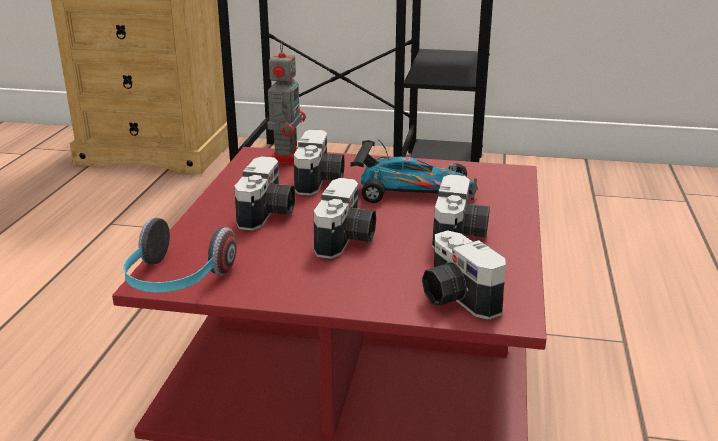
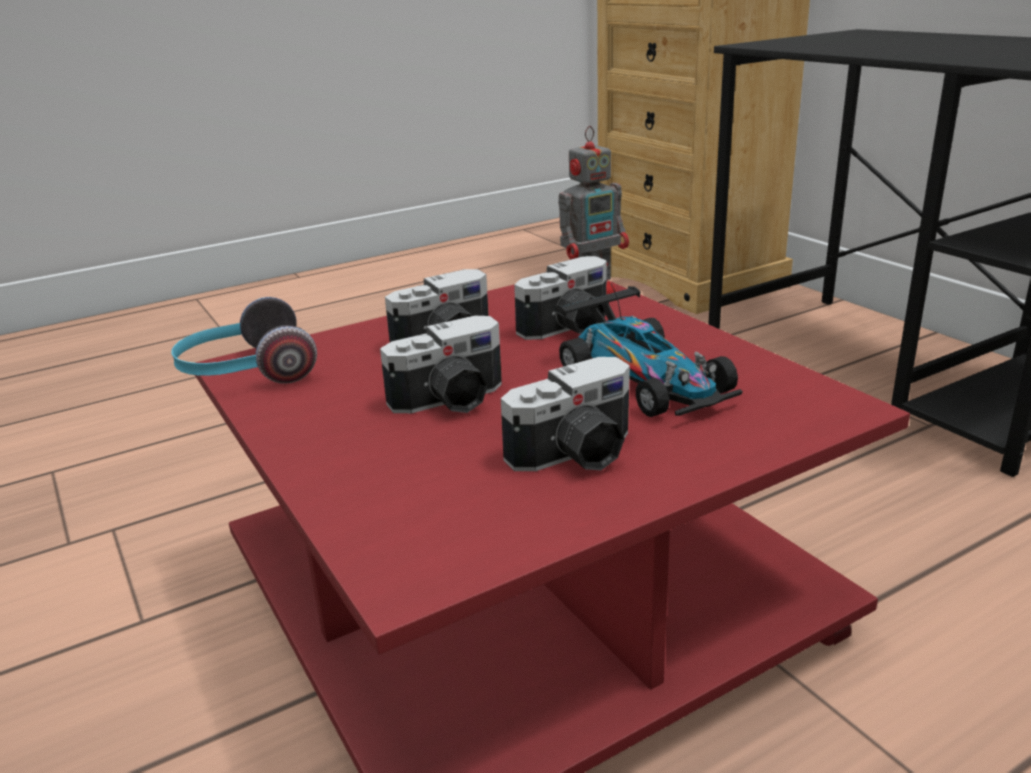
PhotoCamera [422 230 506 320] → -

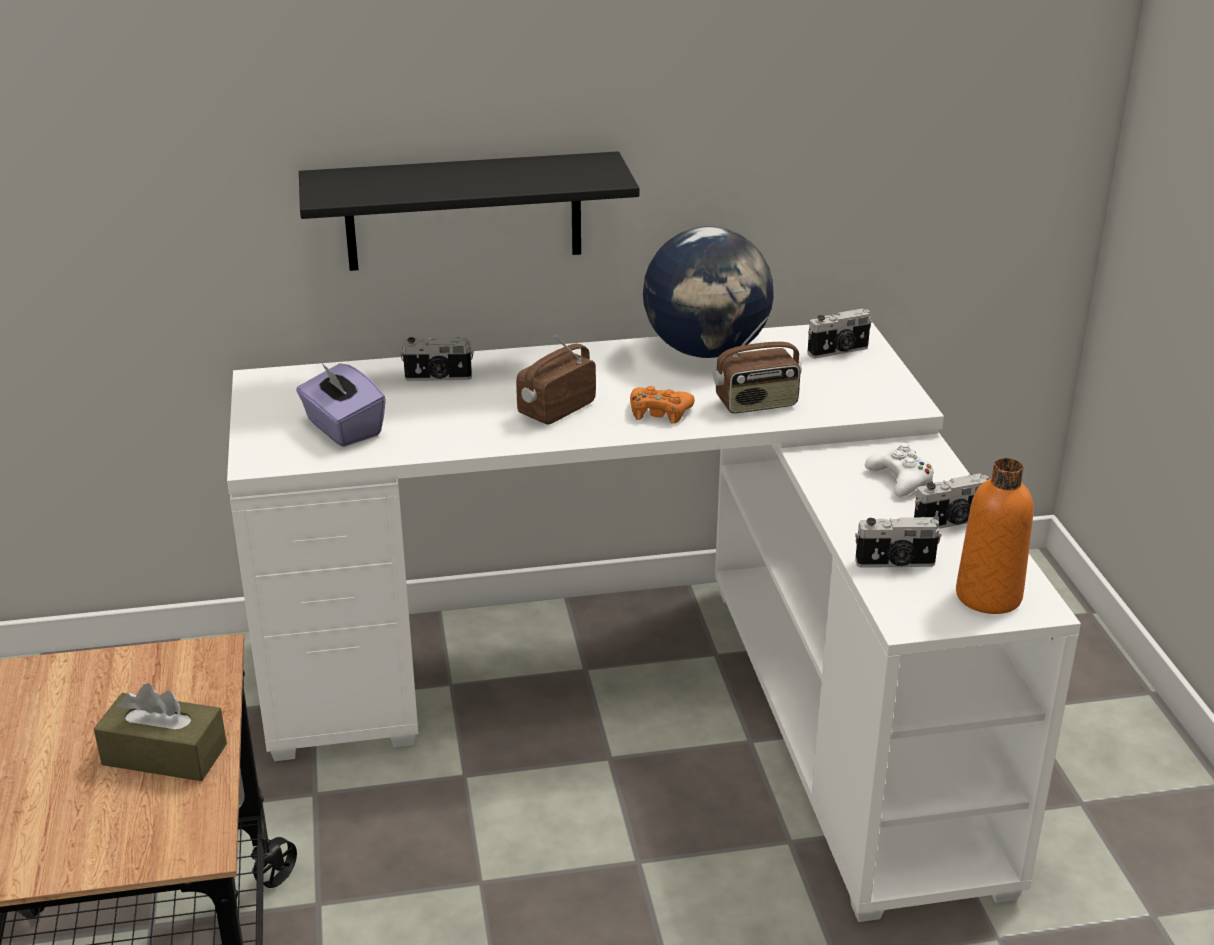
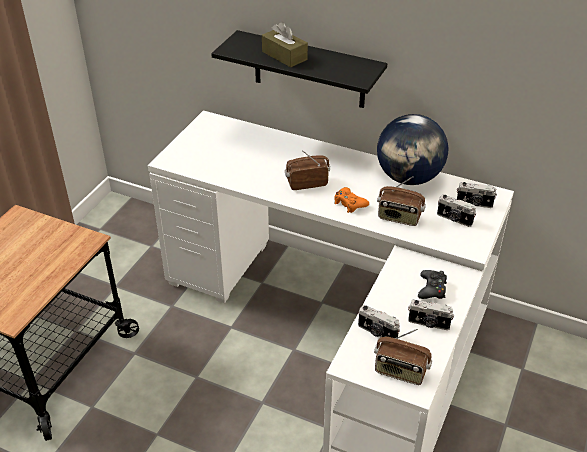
BrownishTissueHolder [94 683 227 781] → BrownishTissueHolder [262 22 308 67], relocated
PurplishTissueHolder [296 362 386 447] → -
PhotoCamera [401 337 474 381] → PhotoCamera [437 195 476 227], relocated
WhitishGameController [865 443 934 497] → BlackColouredGameController [418 270 447 299]
OrangeDrinkBottle [956 458 1034 614] → RadioReceiver [374 329 432 385]

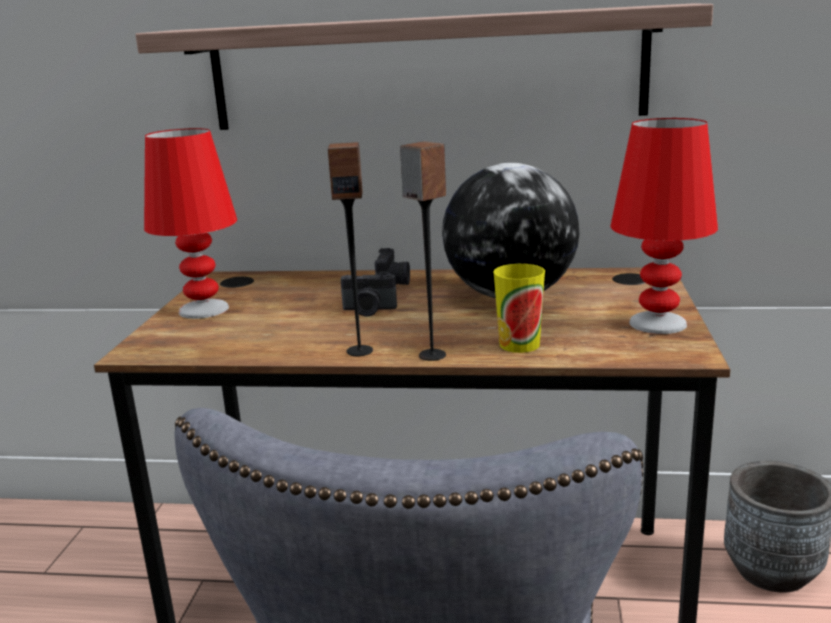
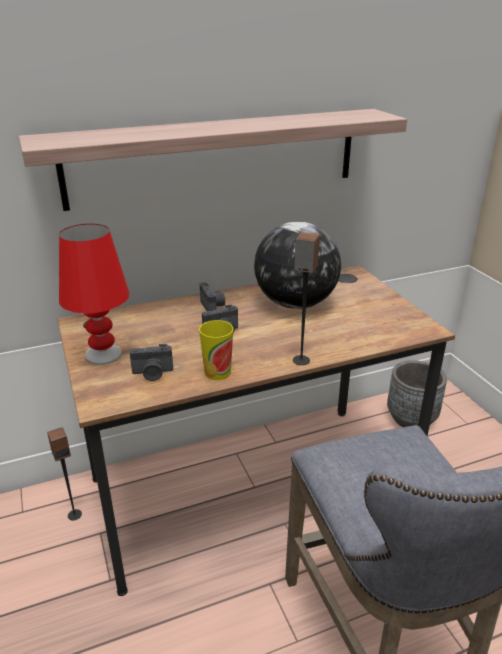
Loudspeaker [328 142 373 356] → Loudspeaker [47 427 82 520], relocated
Cup [493 264 545 353] → Cup [199 320 233 380], relocated
ReddishLampForATable [610 118 718 334] → -
- → PhotoCamera [130 344 173 381]

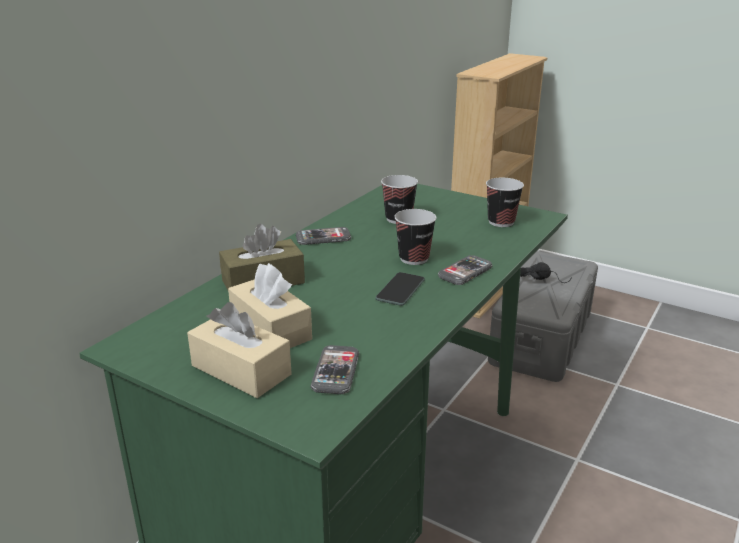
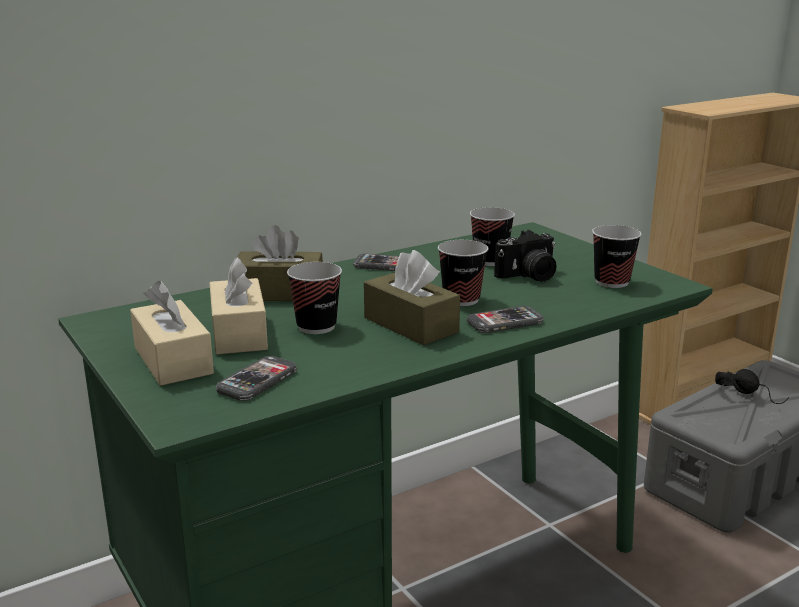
Phone [375 272 425 306] → BrownishTissueHolder [364 250 460 346]
- → Cup [287 262 342 334]
- → PhotoCamera [494 230 557 282]

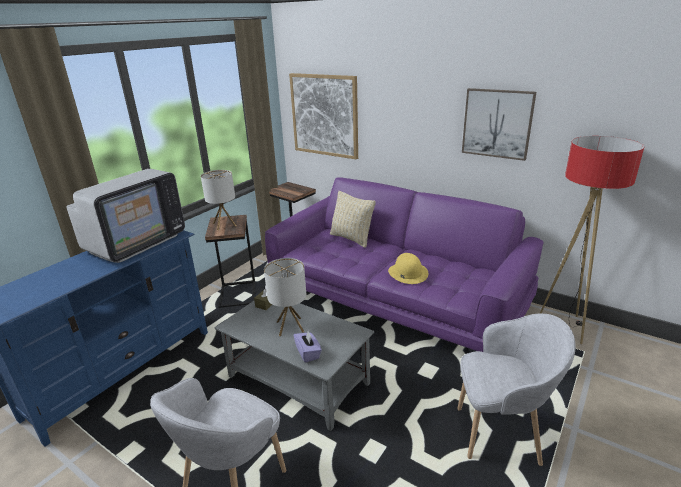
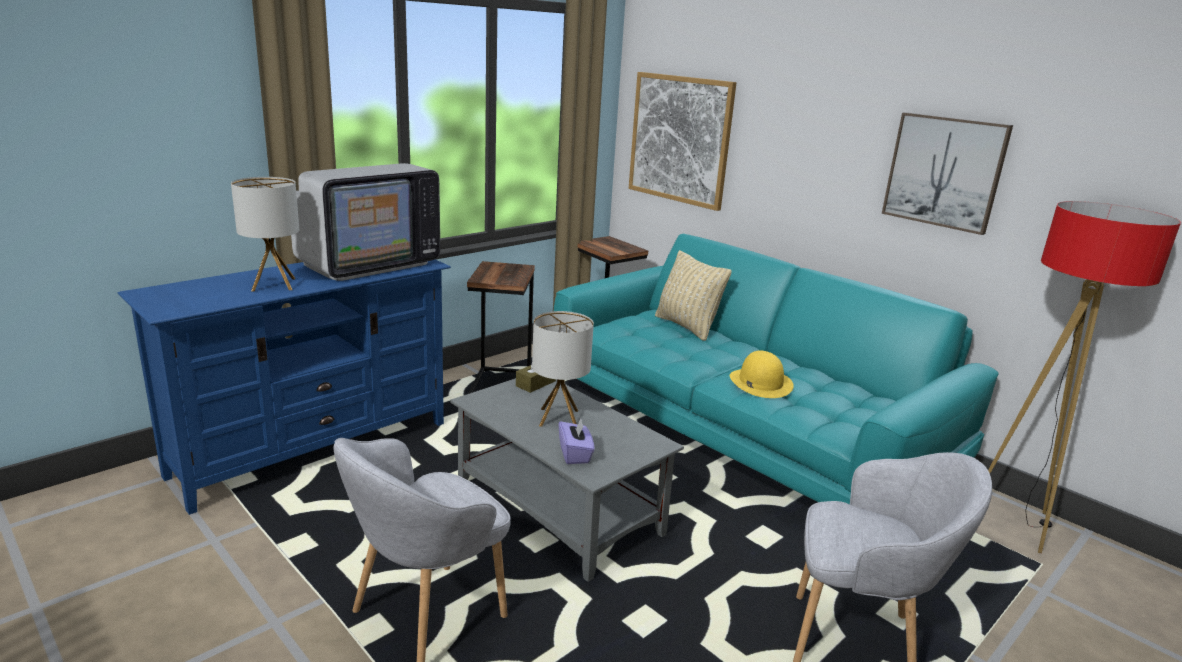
LampForATable [201 170 236 230] → LampForATable [231 177 299 291], relocated
PurplishSofa [265 177 543 352] → TurquoiseSofa [554 234 999 504]

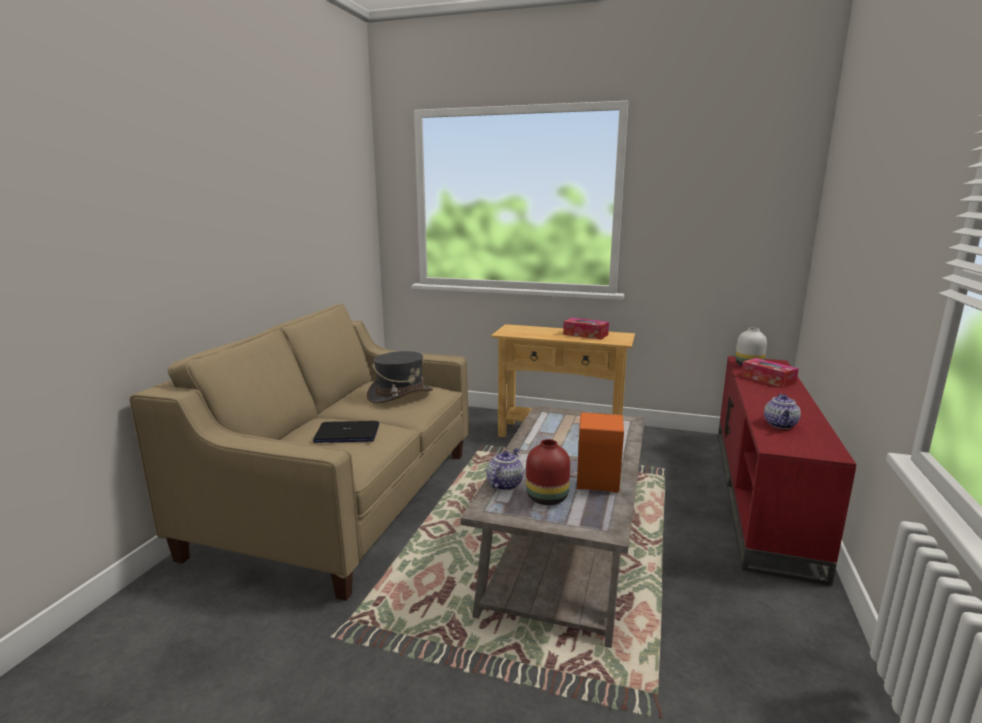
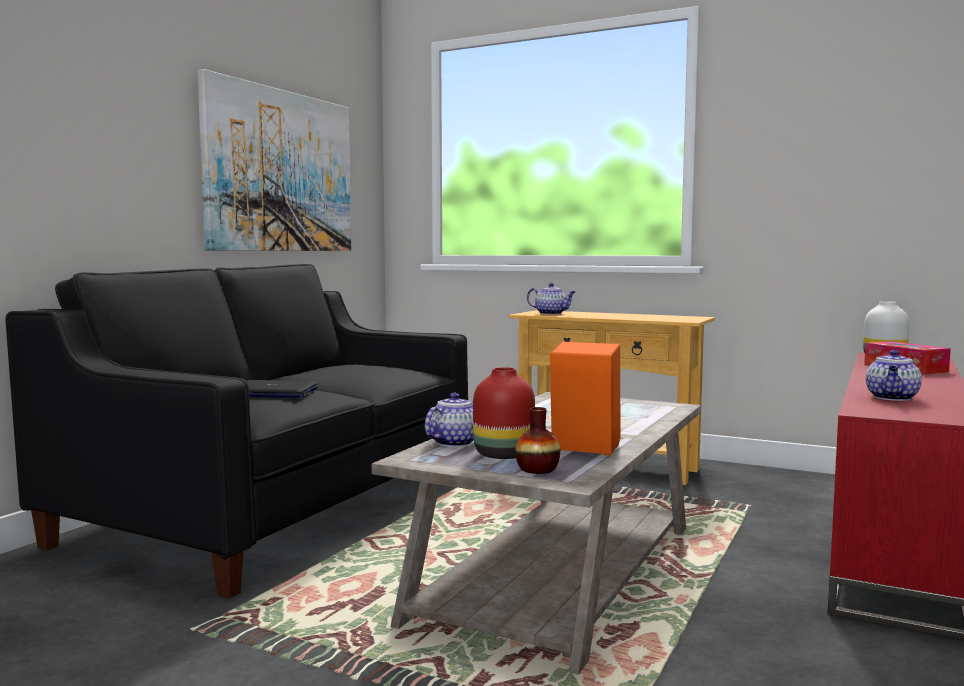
BeigeColouredSofa [129 304 469 601] → BlackColouredSofa [6 264 468 599]
GrayWearableHat [367 351 433 404] → -
TissueHolder [563 318 609 340] → -
- → Picture [198 69 351 251]
- → DecorativeVase [515 407 560 474]
- → TeaPot [527 283 576 315]

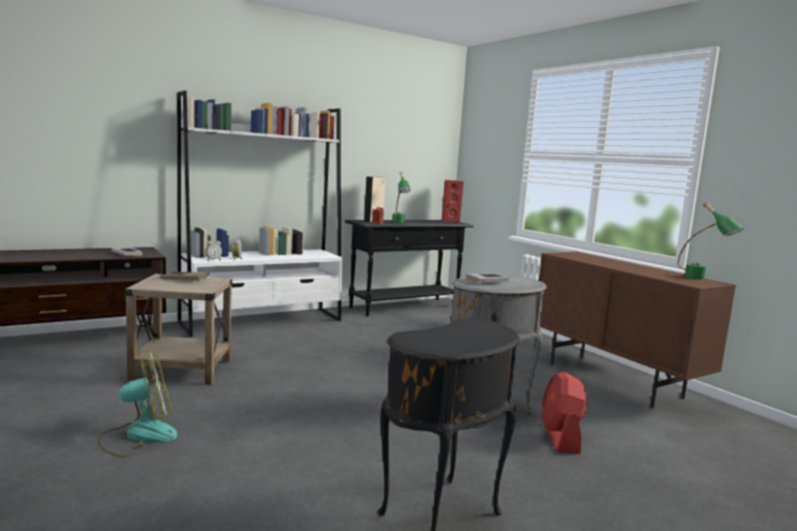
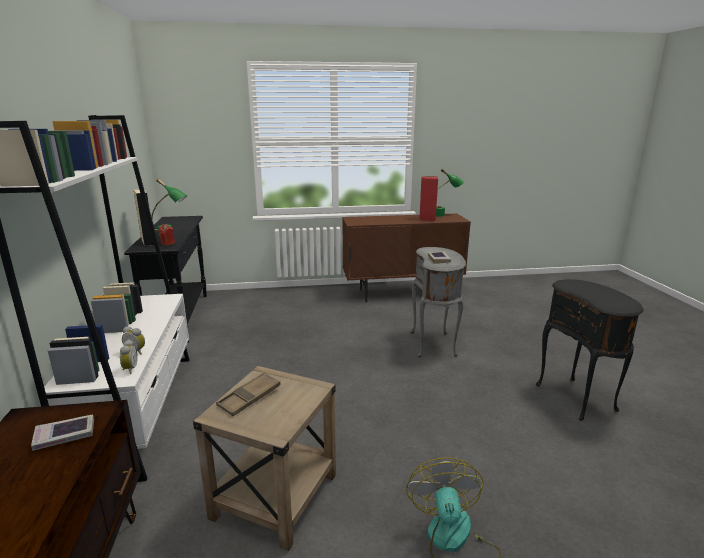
ReddishLoudspeaker [442 180 463 223] → ReddishLoudspeaker [419 176 438 221], relocated
ReddishElectricFan [542 372 587 454] → -

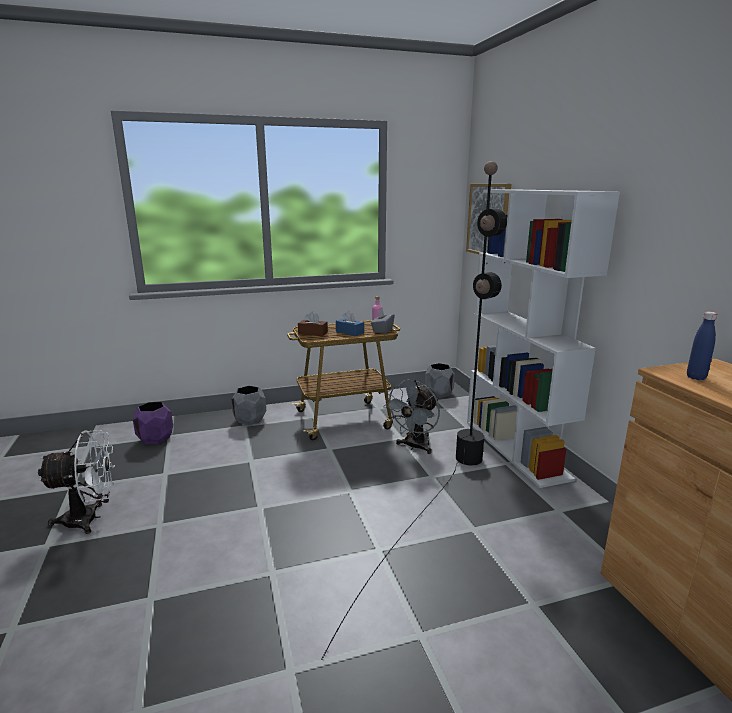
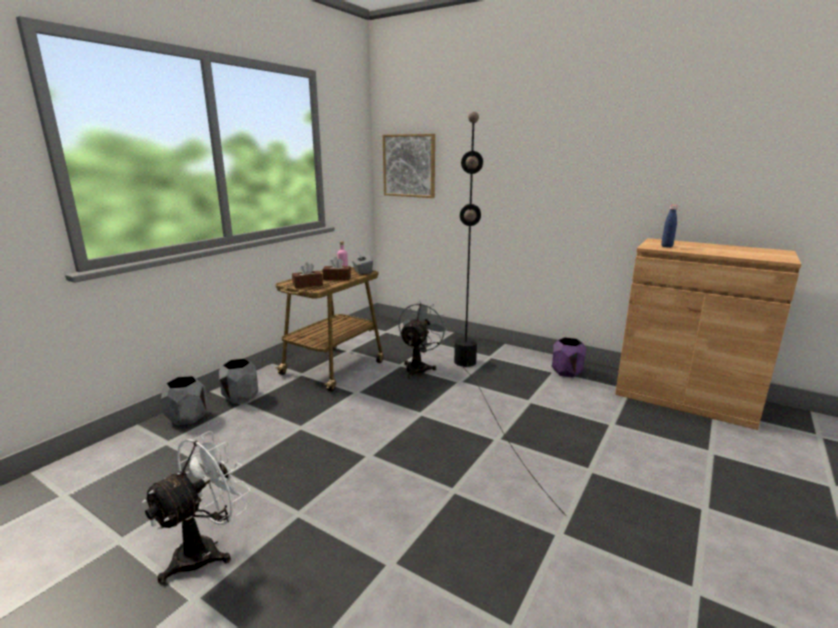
PurplishPlanter [133 402 173 444] → PurplishPlanter [552 337 586 378], relocated
BlueTissueHolder [336 311 364 336] → BrownishTissueHolder [322 257 351 280]
GrayElectricFan [383 380 440 454] → GrayElectricFan [398 301 448 379], 150 degrees counterclockwise
GrayPlanter [425 363 455 398] → GrayPlanter [161 376 208 425], relocated
WhitishBookshelf [467 190 620 488] → -

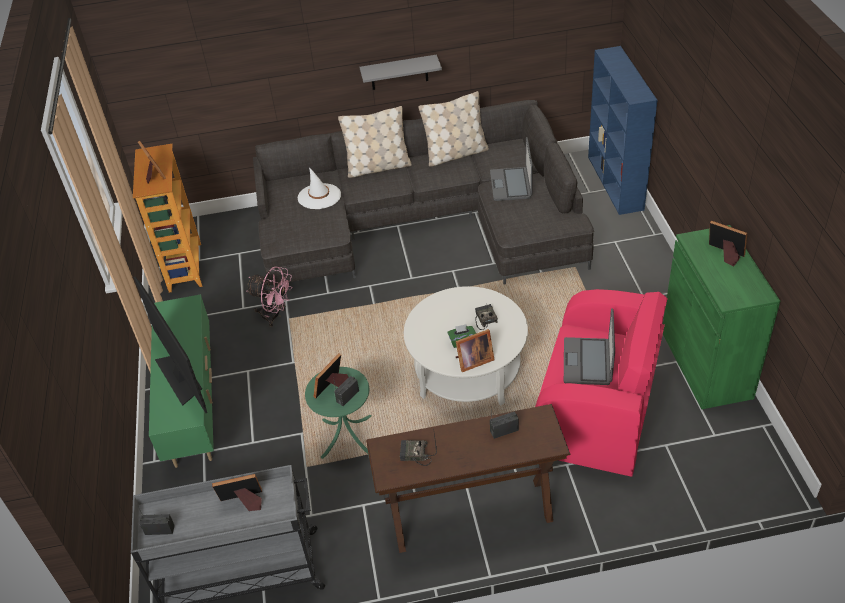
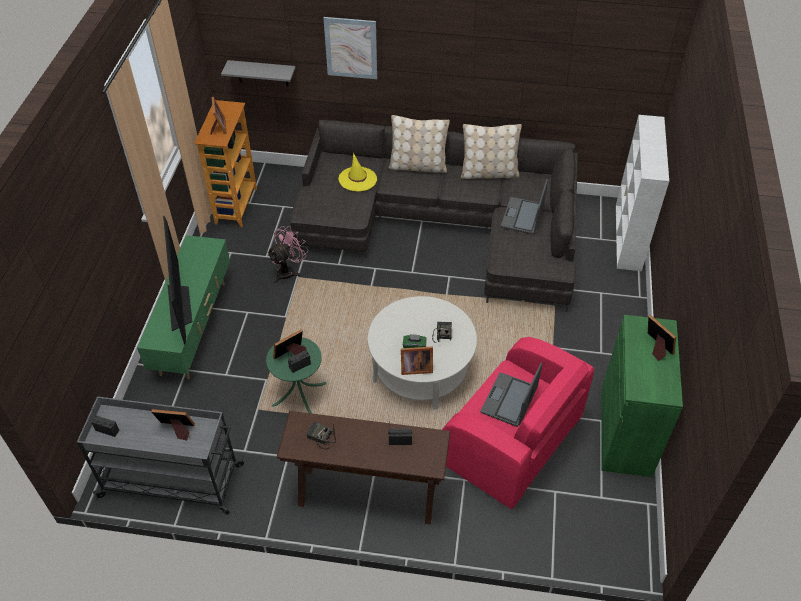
PinkishElectricFan [246 266 293 327] → PinkishElectricFan [267 226 309 283], 90 degrees counterclockwise
WhitishWearableHat [298 167 341 209] → YellowishWearableHat [338 153 377 192]
GrayWallShelf [360 55 442 90] → GrayWallShelf [221 60 295 86], relocated
BlueBookshelf [588 46 657 215] → WhitishBookshelf [616 115 669 271]
- → Picture [323 17 377 79]

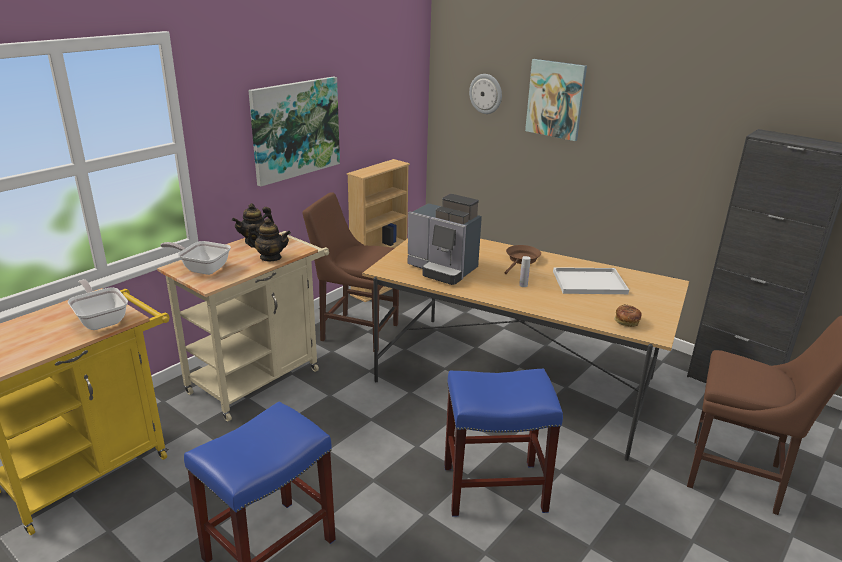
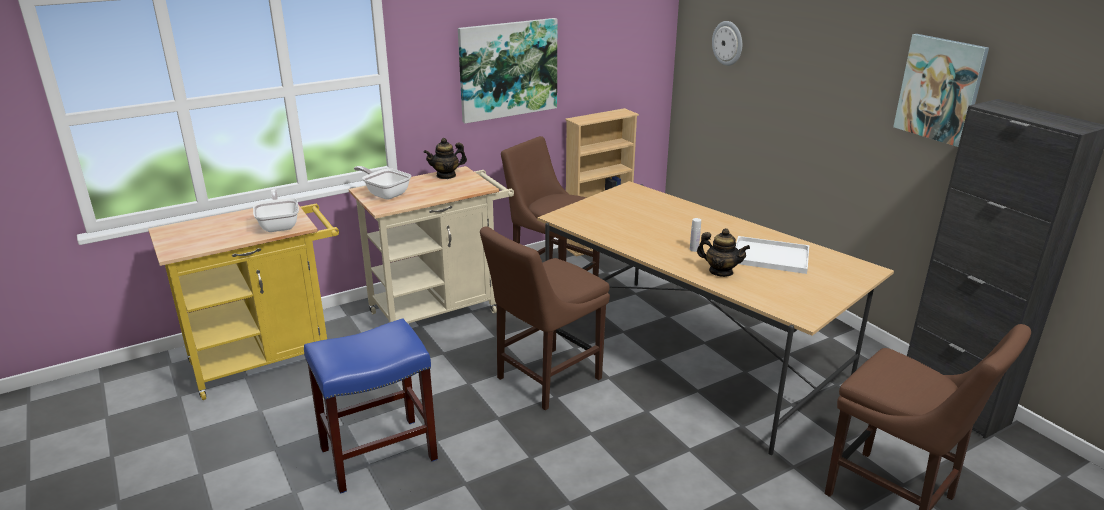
TeaPot [247 218 291 261] → TeaPot [697 228 750 277], relocated
CoffeeBrewer [408 194 482 285] → -
BlueStool [444 368 563 517] → -
BrownishPan [504 245 541 274] → -
Picture [525 59 587 141] → Picture [893 34 989 147], relocated
BakeryBread [614 304 642 327] → -
- → BrownishPlainChair [480 226 610 410]

